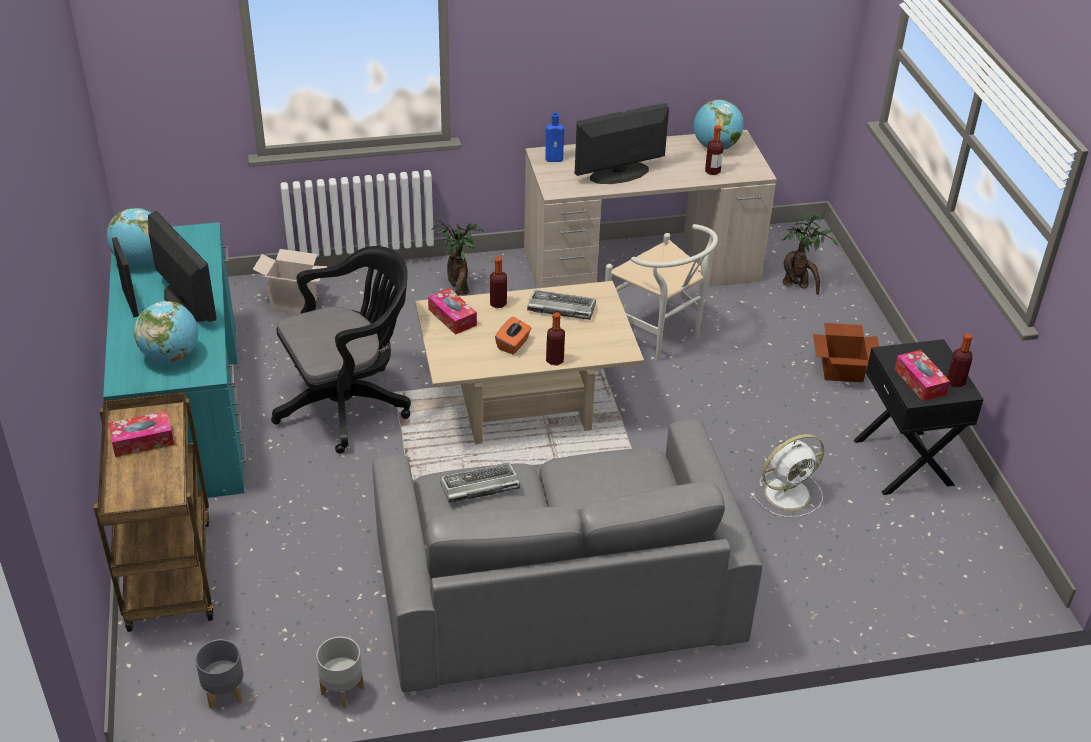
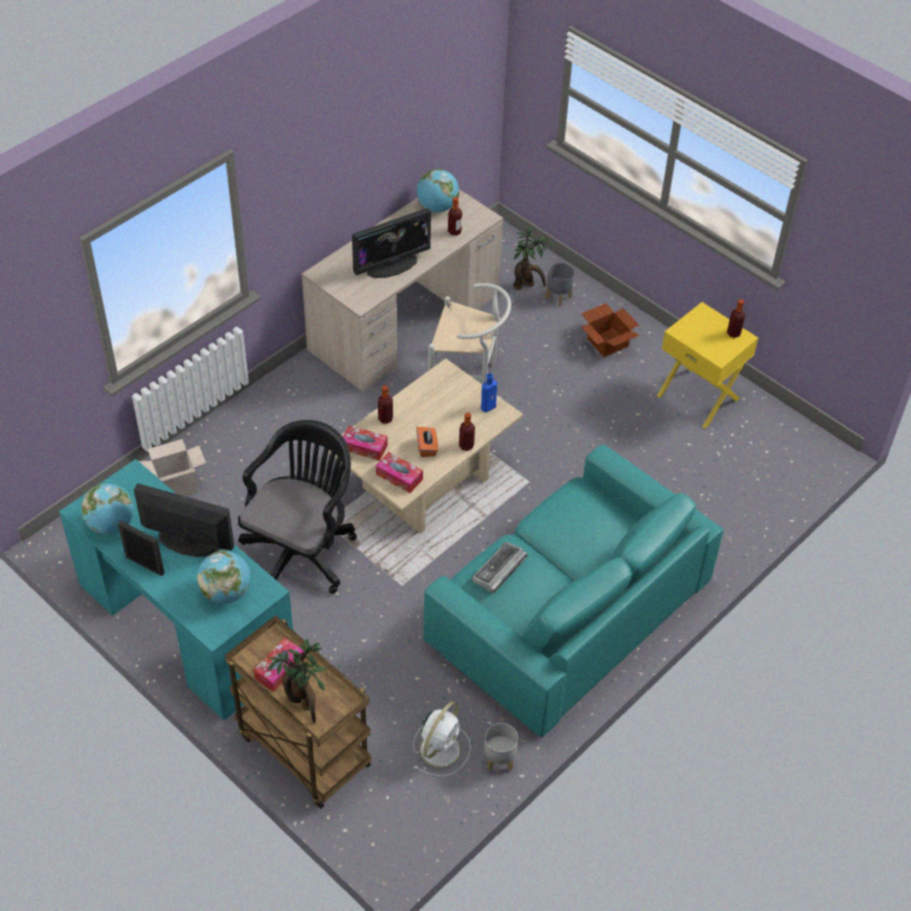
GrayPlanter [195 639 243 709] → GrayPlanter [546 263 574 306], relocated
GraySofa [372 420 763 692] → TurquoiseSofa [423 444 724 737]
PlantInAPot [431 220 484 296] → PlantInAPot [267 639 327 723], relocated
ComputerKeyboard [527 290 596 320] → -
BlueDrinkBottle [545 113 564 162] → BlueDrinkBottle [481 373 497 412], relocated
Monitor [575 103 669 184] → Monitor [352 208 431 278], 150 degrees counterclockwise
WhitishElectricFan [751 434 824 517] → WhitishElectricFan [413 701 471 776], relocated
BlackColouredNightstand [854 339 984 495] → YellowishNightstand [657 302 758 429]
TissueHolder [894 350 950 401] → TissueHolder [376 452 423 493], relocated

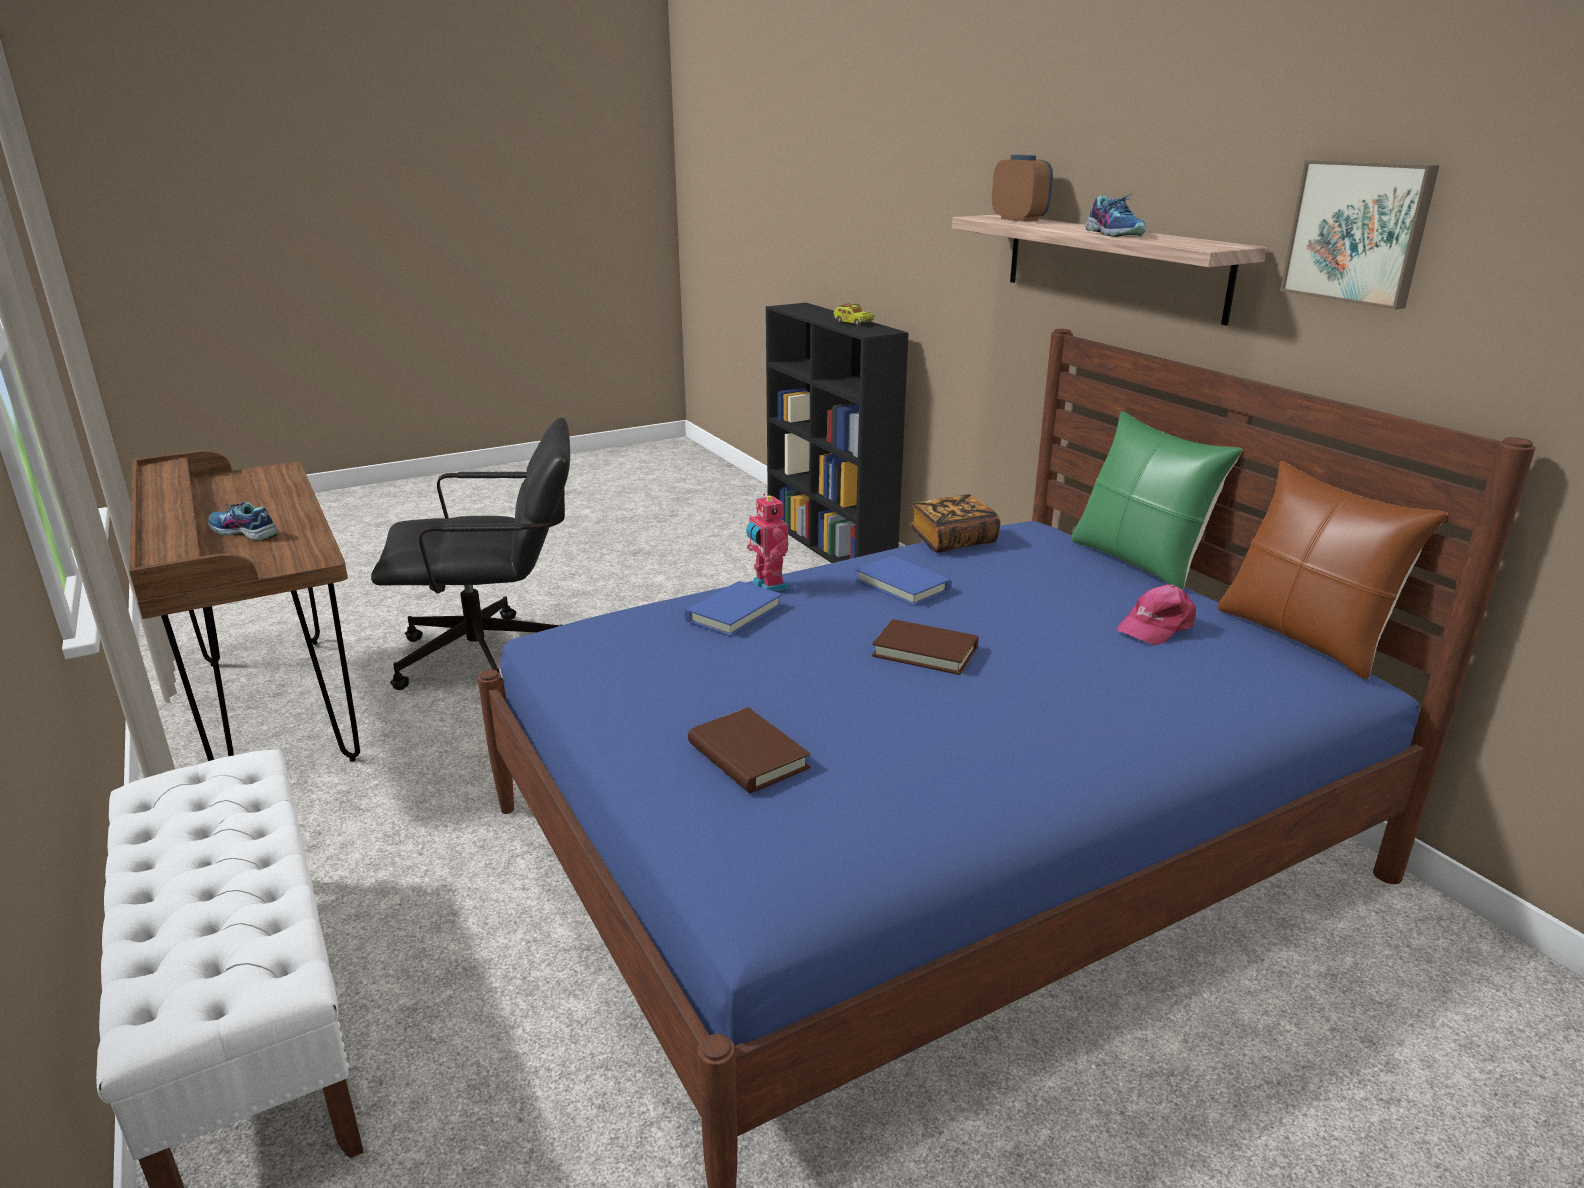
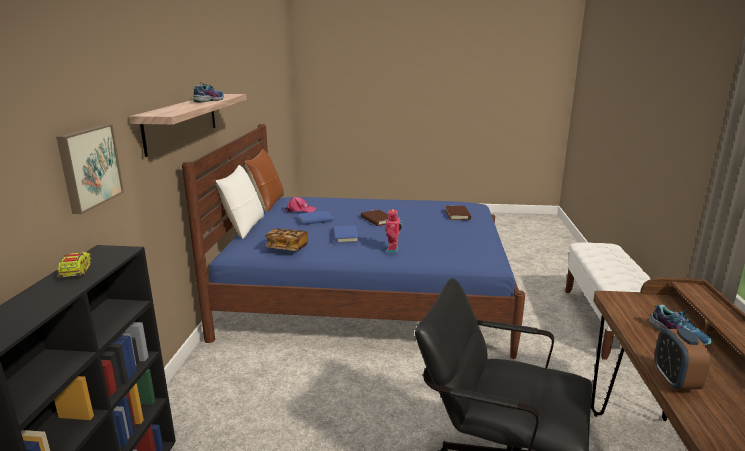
BlueBook [684 581 782 637] → BlueBook [298 211 333 225], relocated
BedsideClock [992 155 1053 222] → BedsideClock [654 328 710 390], relocated
GreenThrowPillow [1071 411 1242 590] → WhitishThrowPillow [216 165 264 239]
Picture [1280 160 1440 310] → Picture [56 124 124 214], relocated

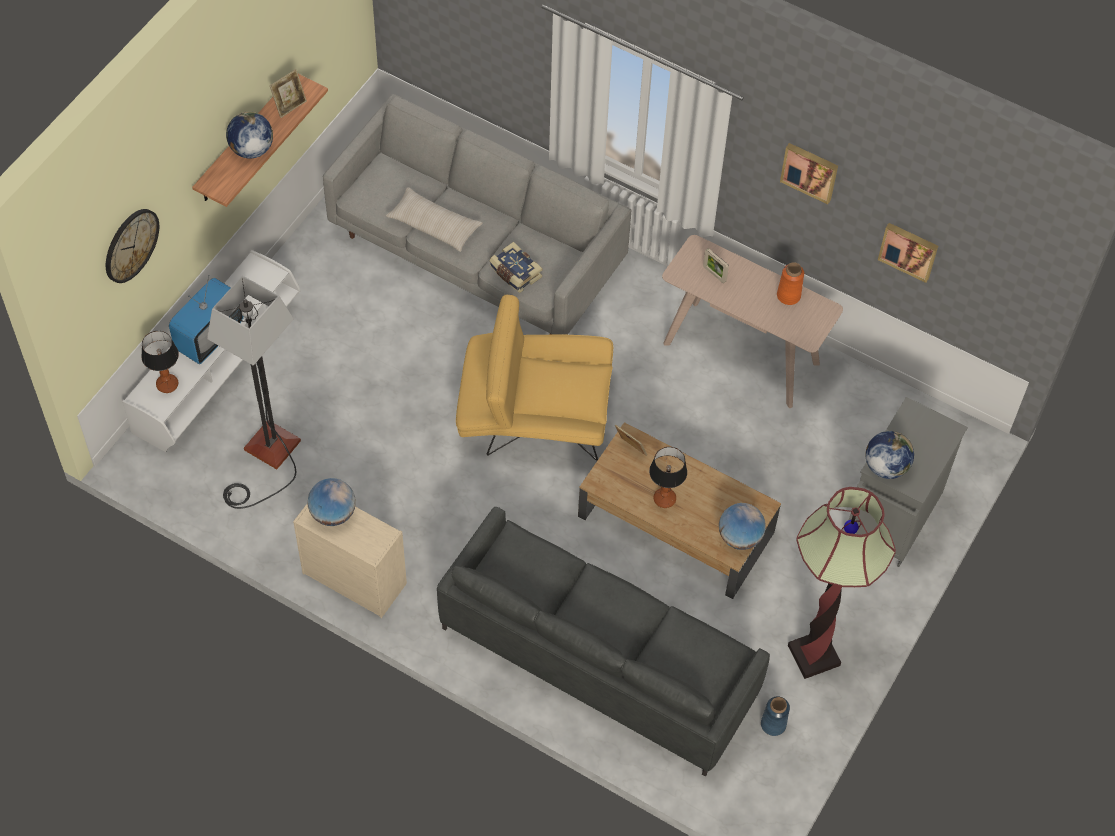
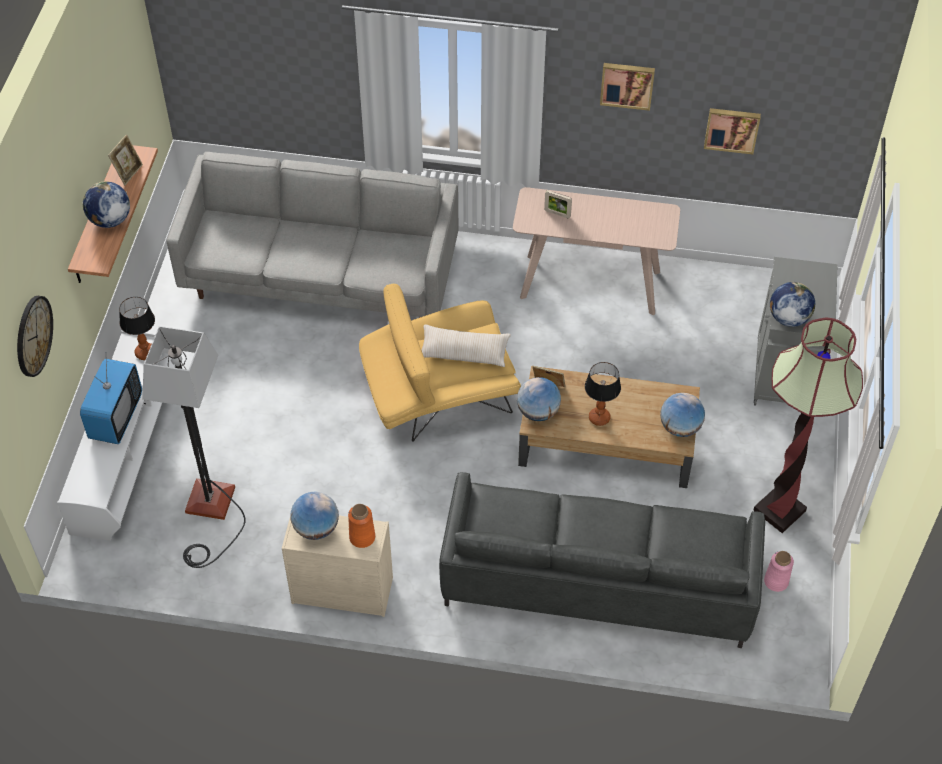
LampForATable [141 331 179 393] → LampForATable [119 297 155 360], relocated
BeigeColouredThrowPillow [386 187 483 252] → BeigeColouredThrowPillow [422 325 511 367], relocated
Book [490 242 543 293] → -
BlueDecorativeVase [761 696 790 736] → PinkishDecorativeVase [764 551 794 592]
OrangeDecorativeVase [777 262 804 305] → OrangeDecorativeVase [348 504 375 548], relocated
- → Globe [517 377 561 421]

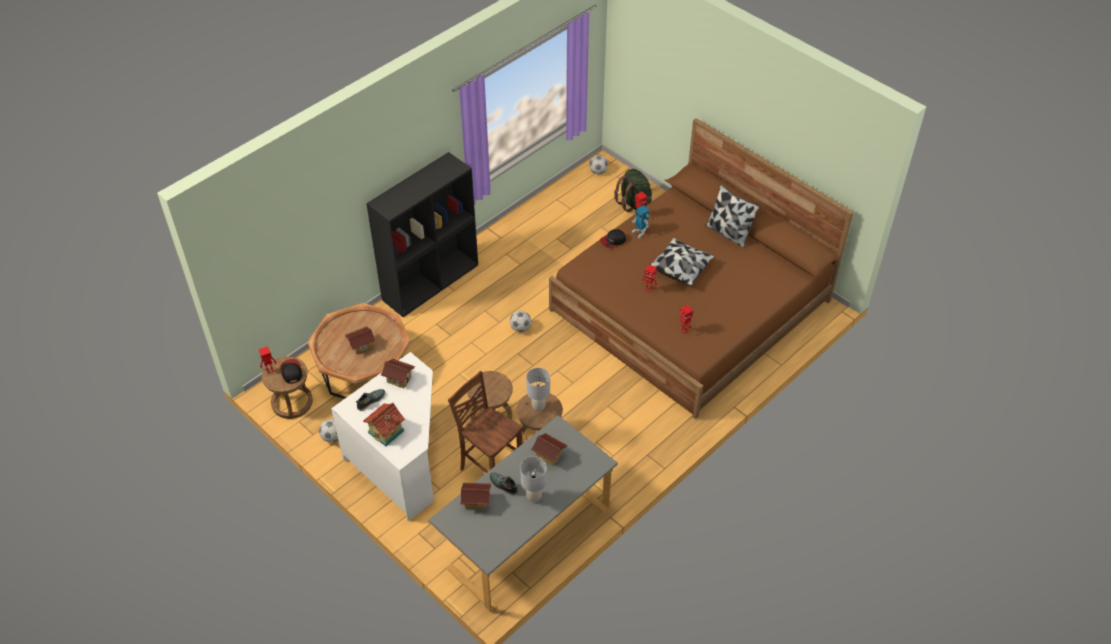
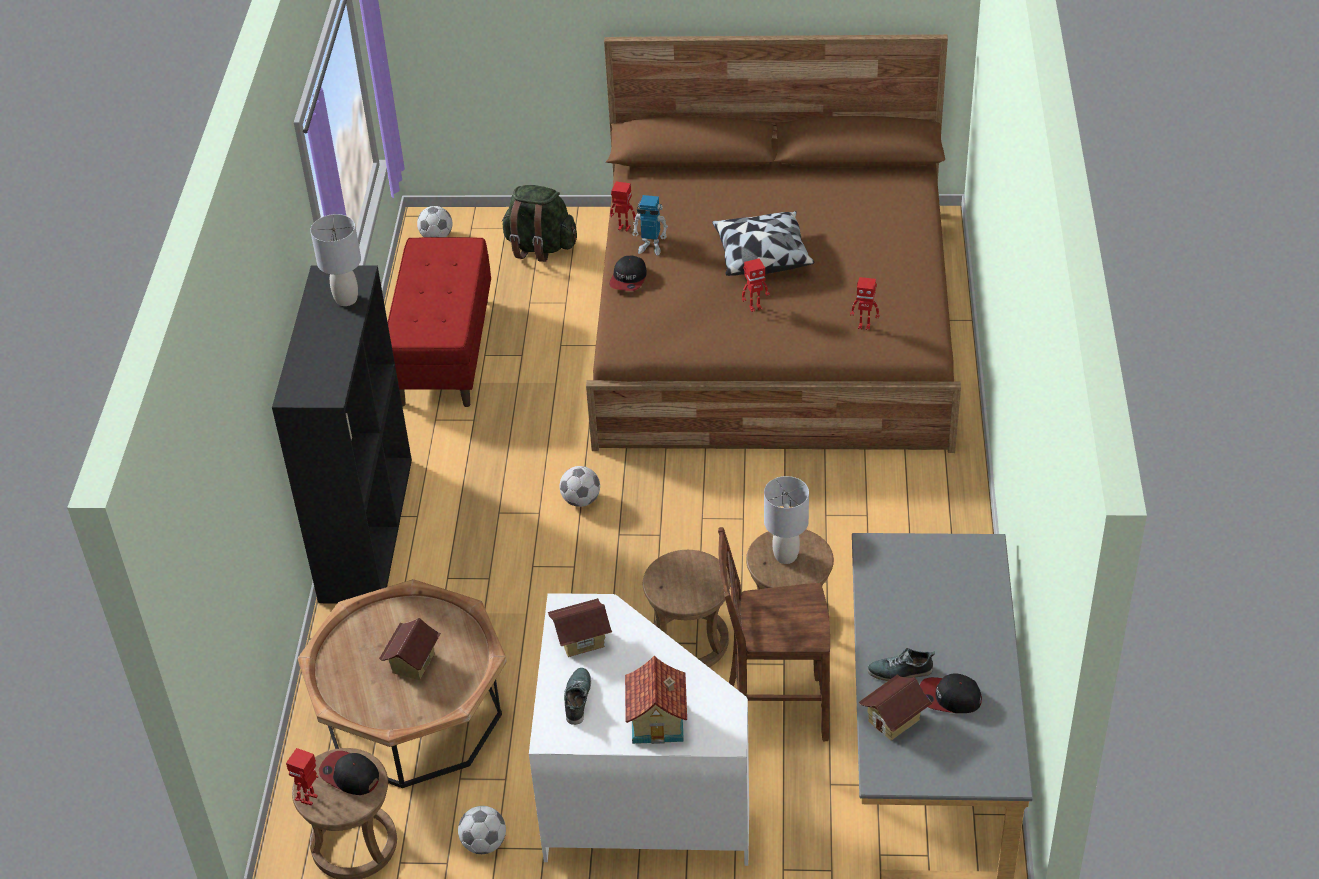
GrayLampForATable [520 456 547 503] → GrayLampForATable [310 214 361 306], relocated
ModelHouse [531 433 567 466] → -
ThrowPillow [705 184 760 248] → -
- → ReddishBench [388 237 491 407]
- → Cap [920 673 982 713]

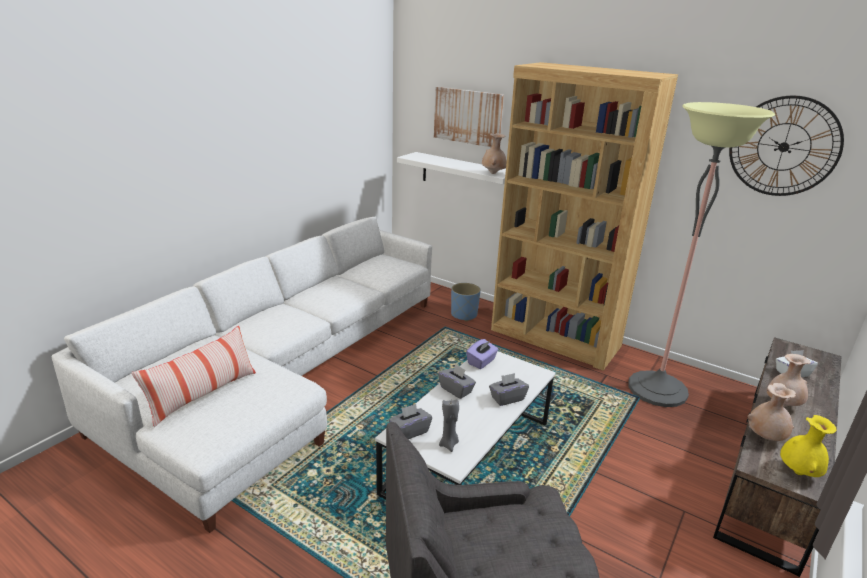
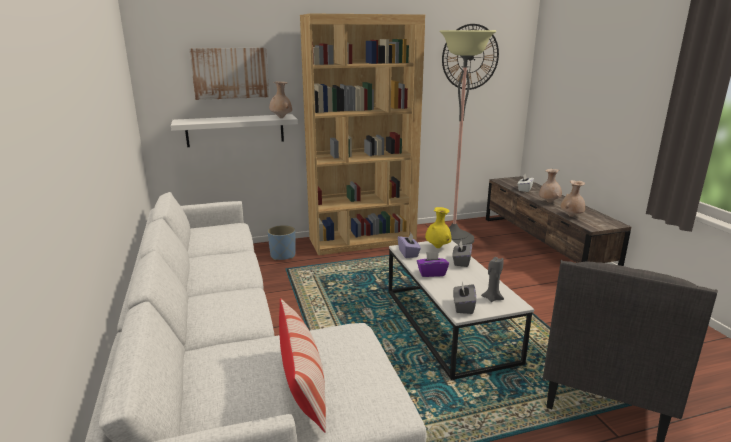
GrayTissueHolder [438 364 476 399] → PurplishTissueHolder [417 252 449 277]
YellowishDecorativeVase [780 415 836 477] → YellowishDecorativeVase [425 207 452 248], relocated

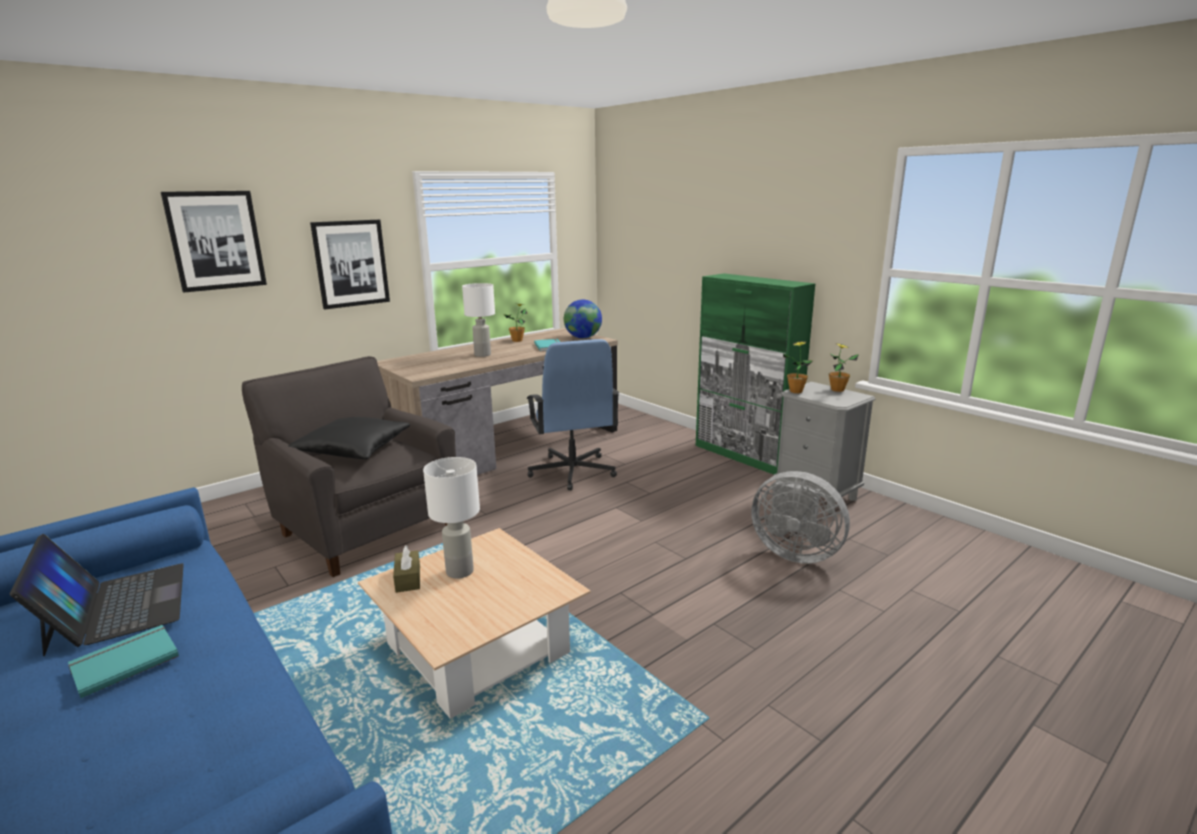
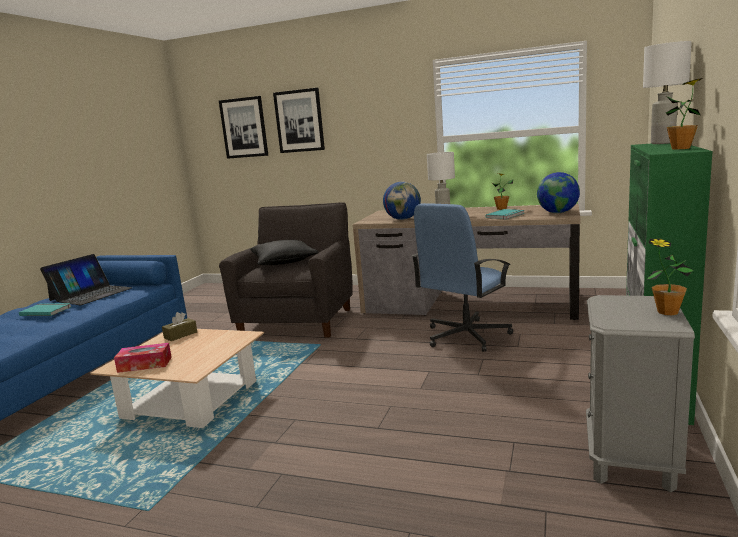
Picture [310 220 390 309] → Picture [219 96 268 159], relocated
WhitishLampForATable [423 457 480 579] → WhitishLampForATable [643 41 692 144], relocated
GrayElectricFan [751 471 850 564] → -
PlantInAPot [783 341 813 393] → PlantInAPot [666 78 703 149], relocated
- → TissueHolder [114 343 172 373]
- → Globe [383 182 421 220]

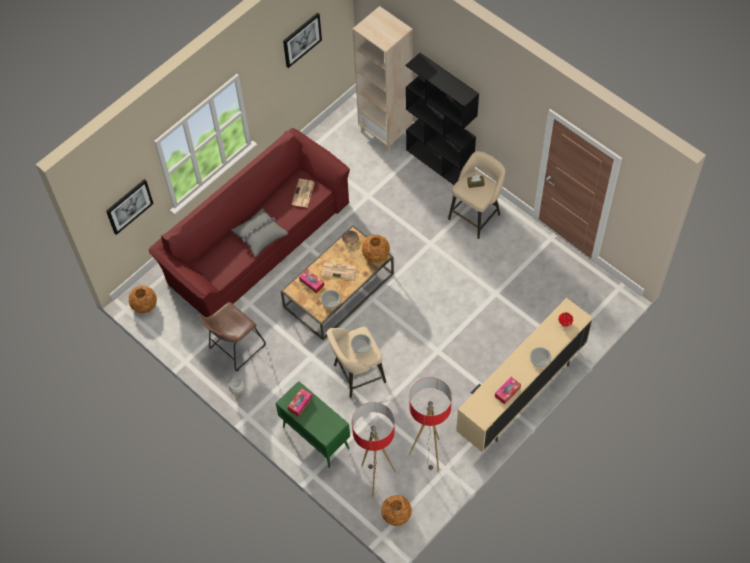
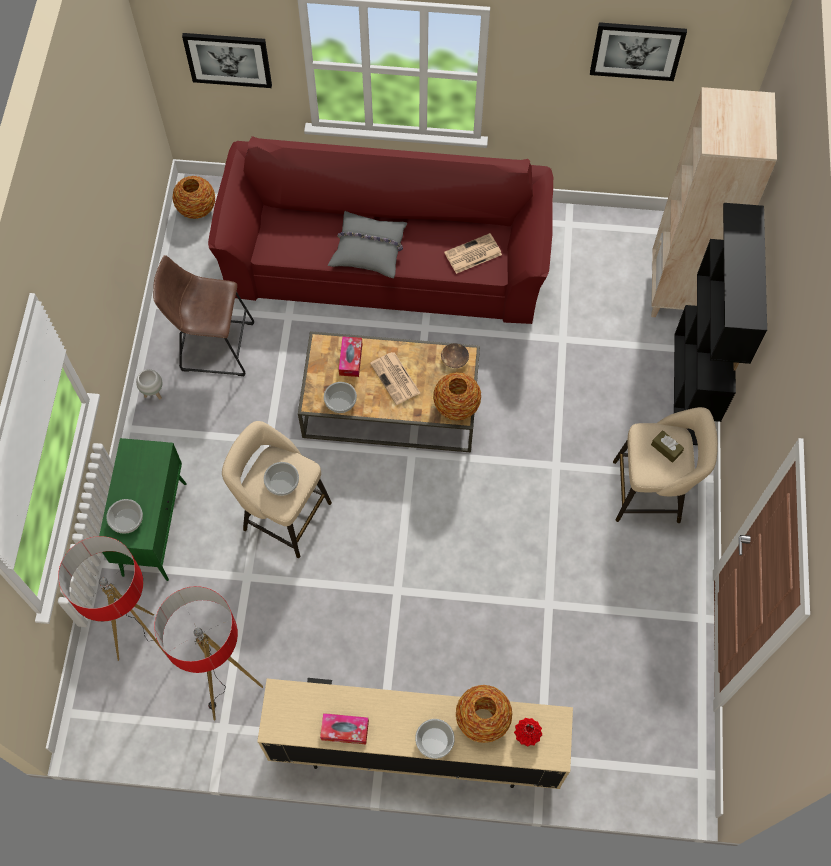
TissueHolder [288 388 313 416] → -
DecorativeVase [381 495 412 526] → DecorativeVase [456 685 512 743], relocated
- → DeepDish [106 499 143 534]

